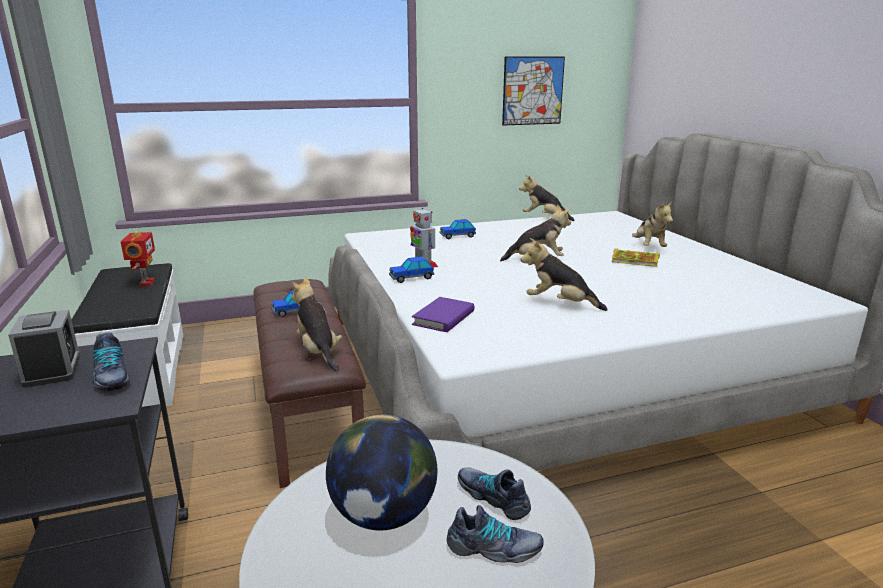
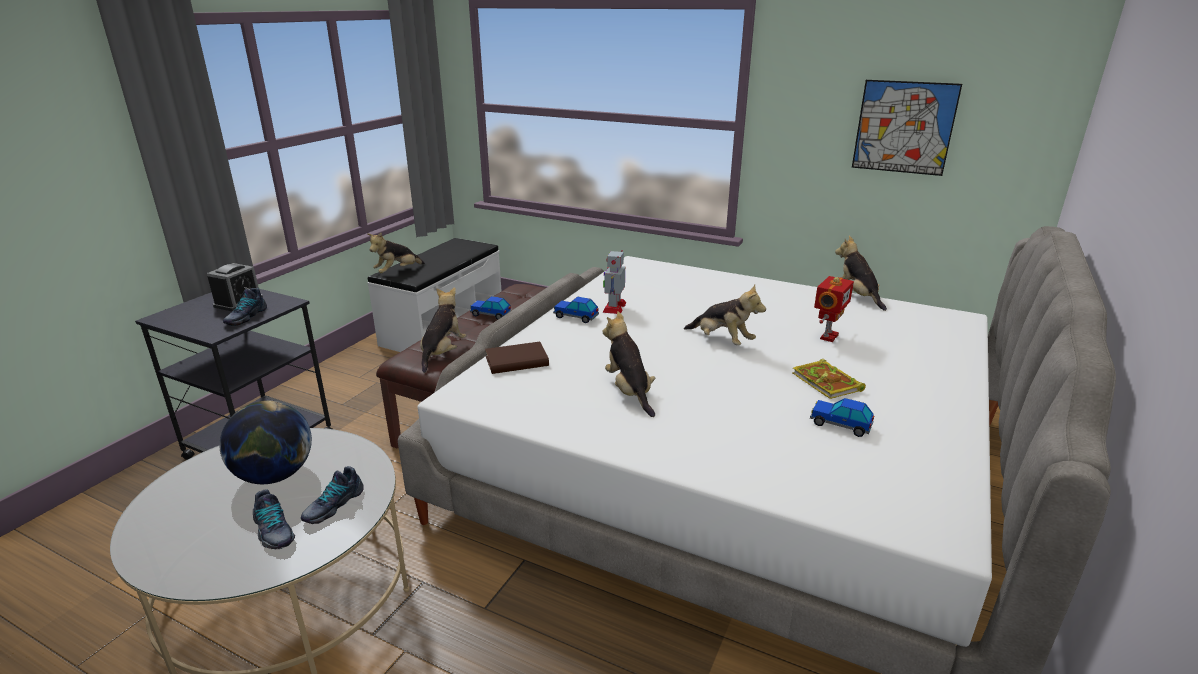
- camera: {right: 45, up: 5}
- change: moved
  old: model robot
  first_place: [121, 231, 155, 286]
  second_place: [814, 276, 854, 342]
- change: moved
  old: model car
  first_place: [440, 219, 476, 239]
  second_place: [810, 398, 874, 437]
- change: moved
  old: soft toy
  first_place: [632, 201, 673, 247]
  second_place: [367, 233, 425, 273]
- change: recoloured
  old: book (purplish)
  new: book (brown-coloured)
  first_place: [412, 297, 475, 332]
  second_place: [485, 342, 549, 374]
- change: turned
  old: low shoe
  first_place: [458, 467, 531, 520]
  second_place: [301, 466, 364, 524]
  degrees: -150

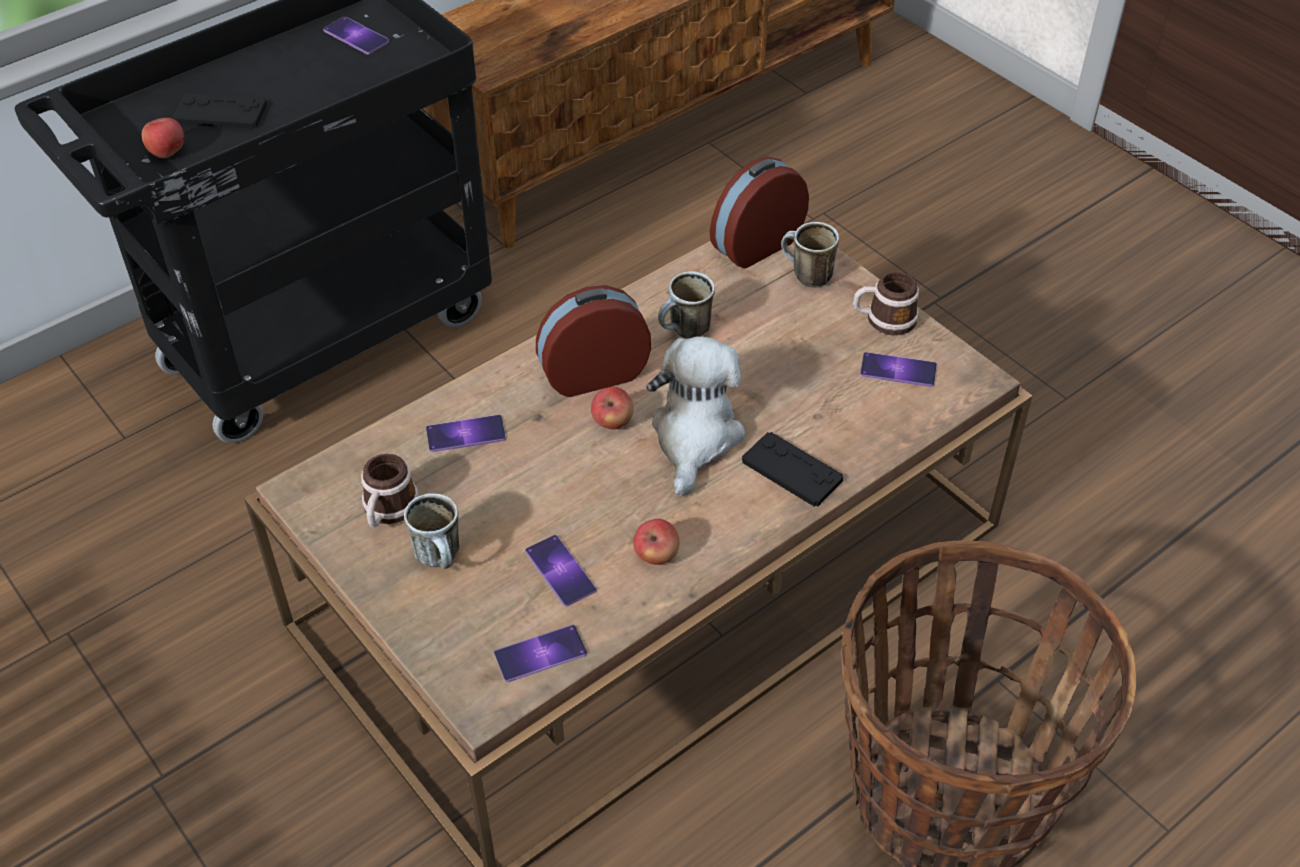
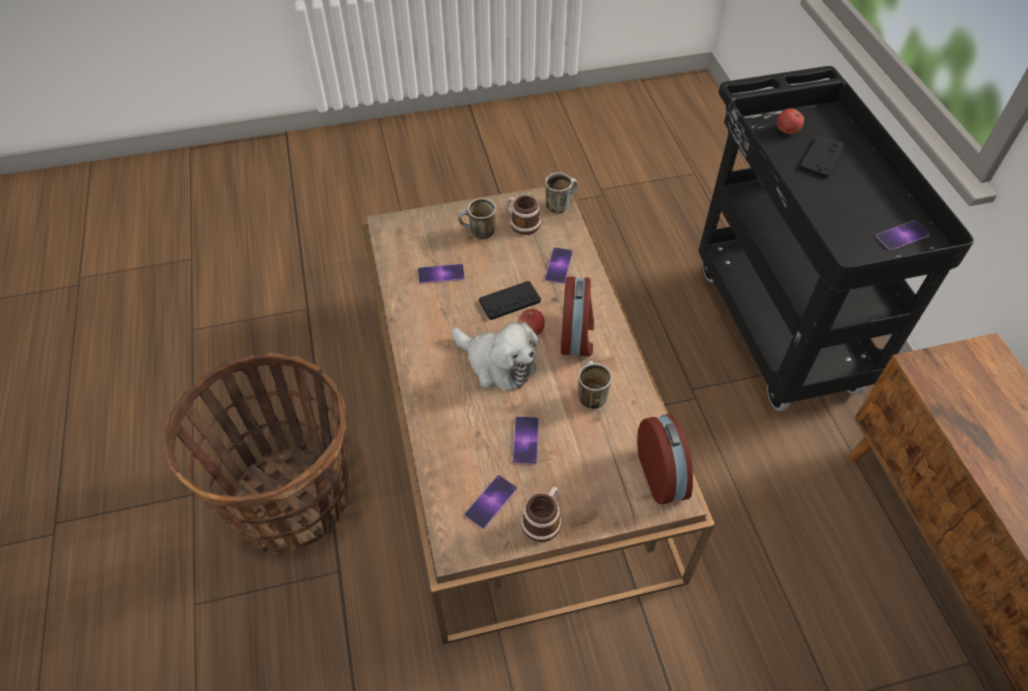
- camera: {right: 115, up: 5}
- change: removed
  old: apple
  first_place: [633, 519, 680, 565]
- change: moved
  old: phone
  first_place: [494, 625, 587, 682]
  second_place: [513, 417, 539, 464]
- change: moved
  old: game controller (blackish)
  first_place: [742, 432, 843, 507]
  second_place: [479, 281, 541, 320]
- change: moved
  old: coffee mug
  first_place: [781, 222, 839, 288]
  second_place: [545, 172, 578, 214]

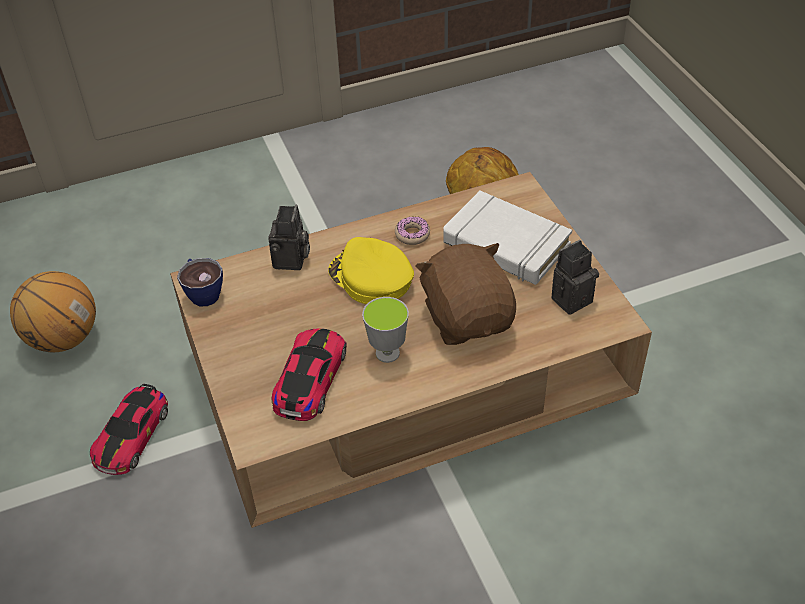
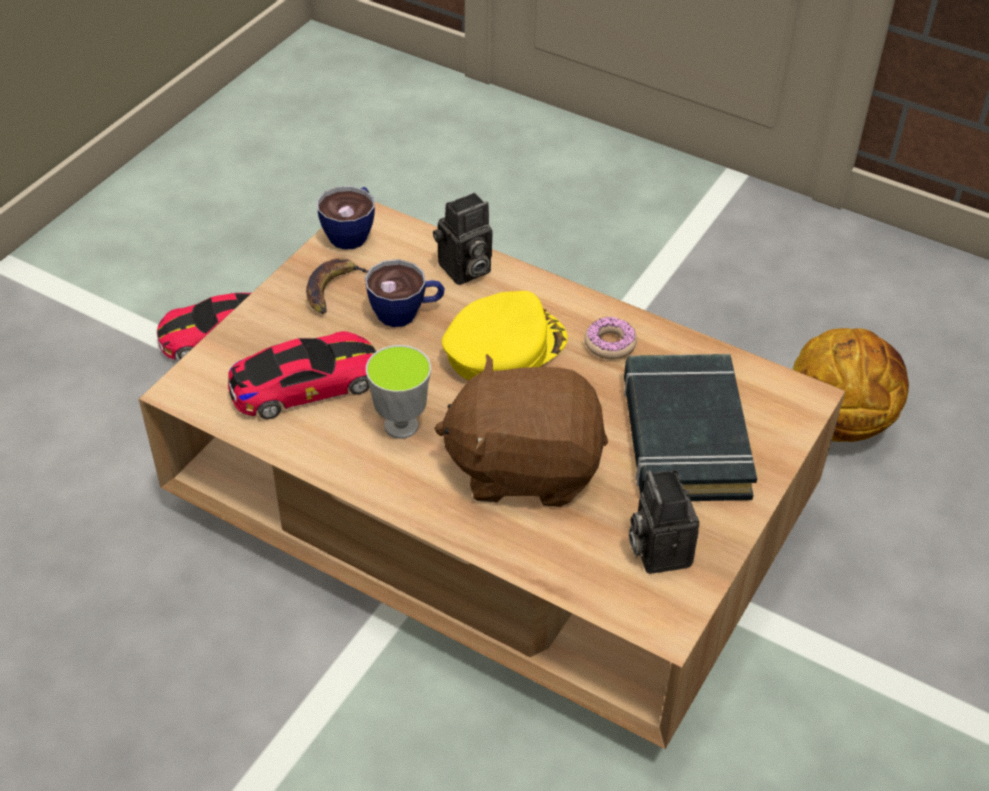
- camera: {right: 50, up: 0}
- change: removed
  old: ball for basketball
  first_place: [10, 271, 96, 352]
- change: added
  new: banana fruit
  second_place: [306, 258, 369, 314]
- change: added
  new: cup
  second_place: [365, 259, 445, 327]
- change: recoloured
  old: book (whitish)
  new: book (blackish)
  first_place: [443, 191, 572, 285]
  second_place: [624, 354, 757, 501]
- change: turned
  old: peaked cap (yellow)
  first_place: [328, 237, 414, 304]
  second_place: [442, 291, 568, 380]
  degrees: 45
- change: turned
  old: soft toy (brown-coloured)
  first_place: [415, 243, 516, 345]
  second_place: [434, 354, 608, 507]
  degrees: -120
- change: turned
  old: photo camera
  first_place: [551, 240, 599, 315]
  second_place: [629, 470, 700, 574]
  degrees: -120

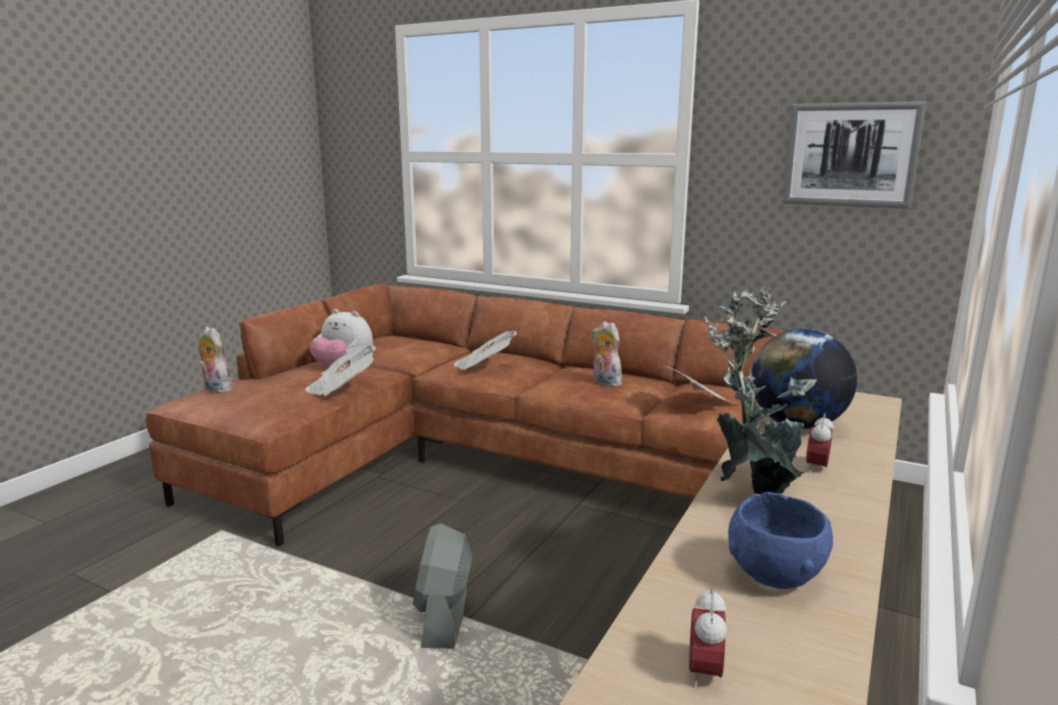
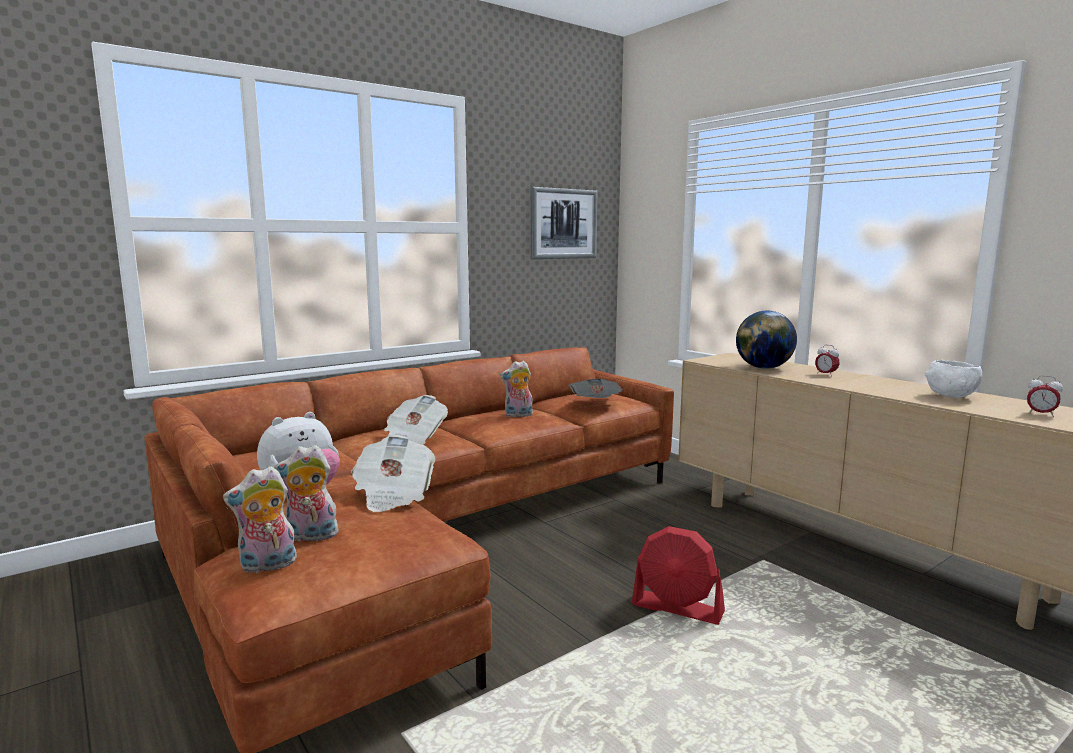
- camera: {right: -65, up: -5}
- change: removed
  old: plant in a pot
  first_place: [703, 286, 817, 494]
- change: added
  new: soft toy
  second_place: [274, 445, 339, 541]
- change: recoloured
  old: fan (gray)
  new: fan (reddish)
  first_place: [413, 523, 473, 649]
  second_place: [632, 526, 725, 625]
- change: recoloured
  old: bowl (blue)
  new: bowl (whitish)
  first_place: [728, 492, 833, 589]
  second_place: [925, 360, 982, 398]

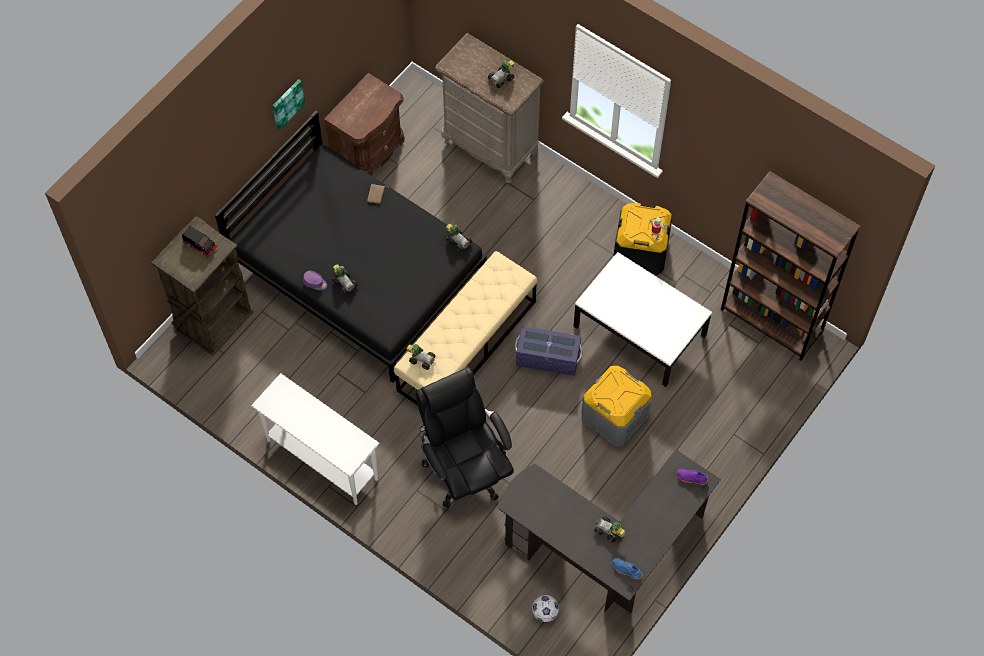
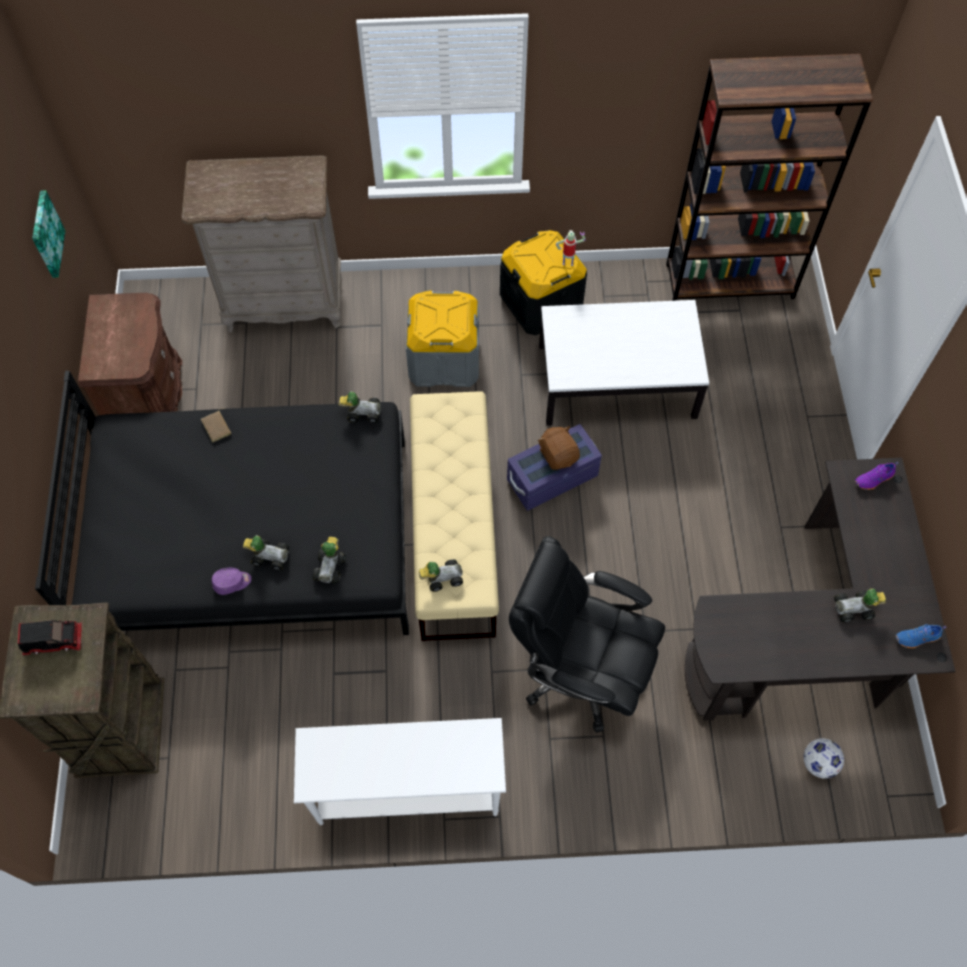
- camera: {right: -40, up: 0}
- change: added
  new: soft toy (brown-coloured)
  second_place: [538, 426, 580, 470]
- change: moved
  old: picture
  first_place: [272, 79, 305, 130]
  second_place: [32, 190, 65, 278]
- change: moved
  old: model car
  first_place: [488, 60, 515, 88]
  second_place: [313, 537, 346, 584]
- change: moved
  old: storage bin (gray)
  first_place: [581, 366, 652, 447]
  second_place: [406, 291, 479, 387]

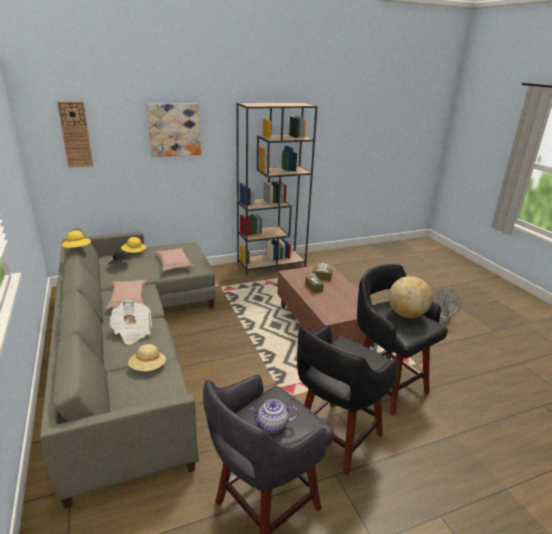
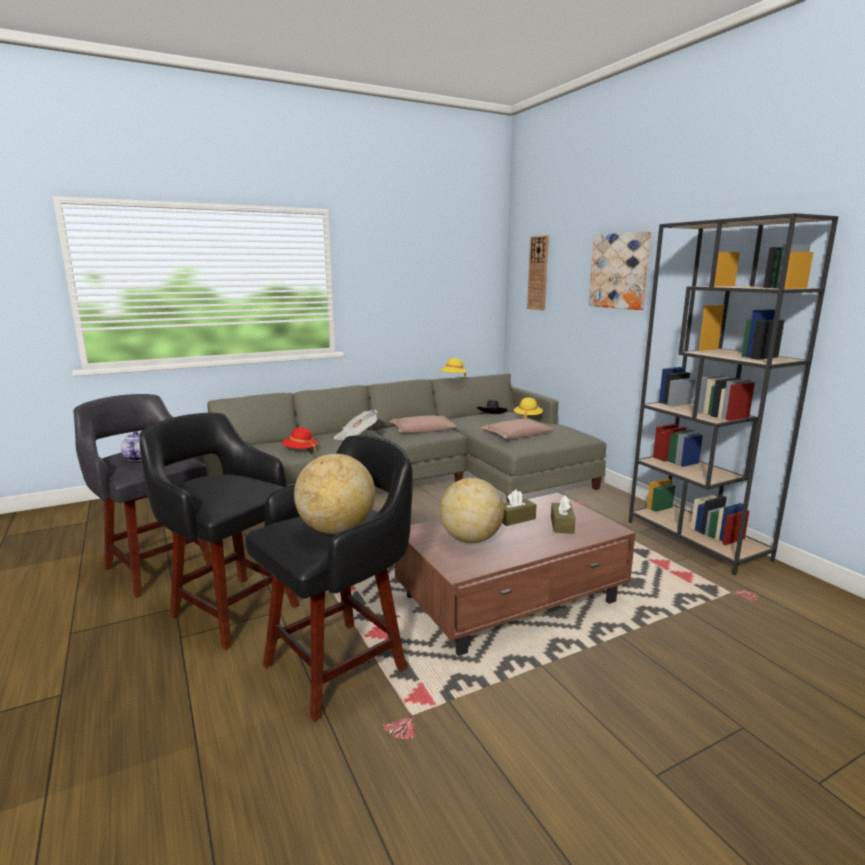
- camera: {right: 85, up: -10}
- change: removed
  old: fan (gray)
  first_place: [433, 289, 462, 323]
- change: added
  new: desk globe
  second_place: [439, 478, 504, 543]
- change: recoloured
  old: hat (beige)
  new: hat (reddish)
  first_place: [128, 344, 166, 371]
  second_place: [282, 427, 318, 453]

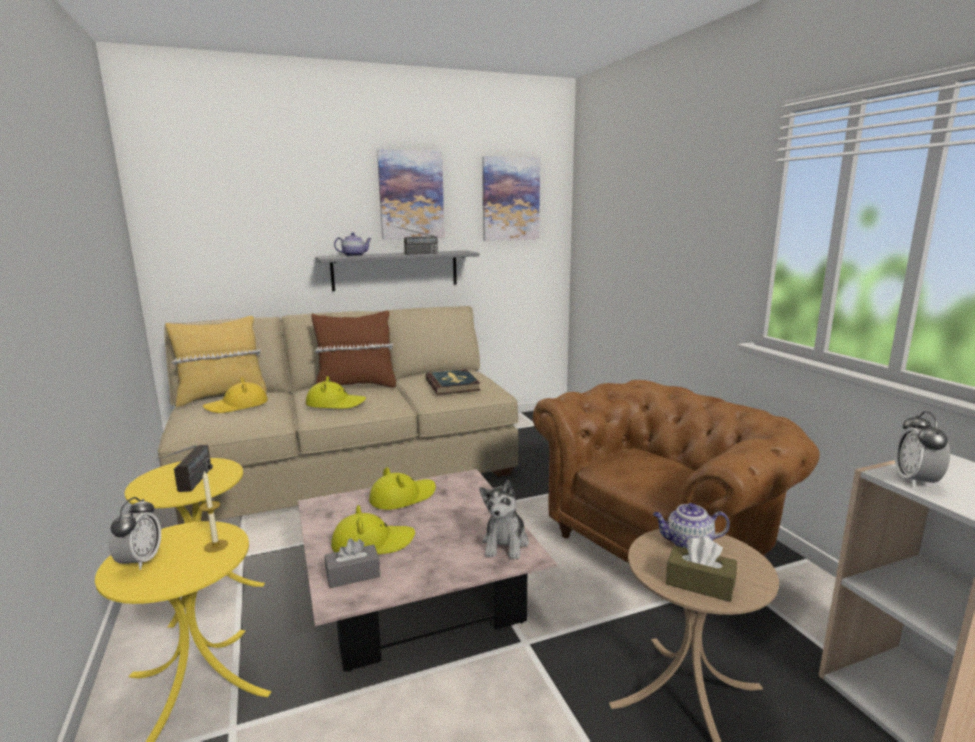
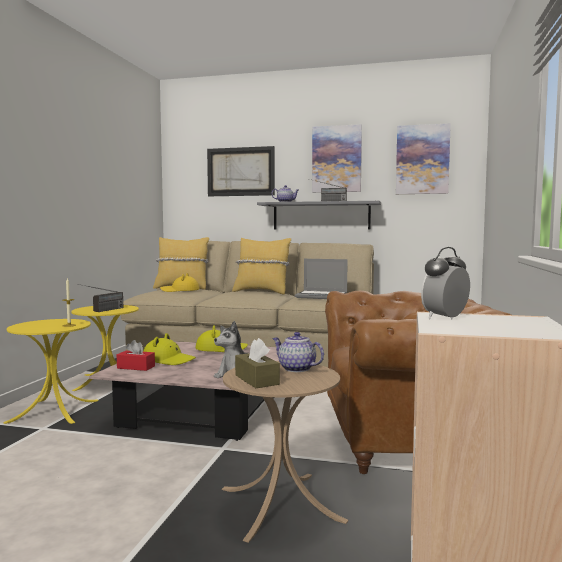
- camera: {right: 35, up: -10}
- change: removed
  old: table clock
  first_place: [109, 497, 161, 570]
- change: removed
  old: hat (yellow)
  first_place: [306, 376, 366, 409]
- change: added
  new: picture
  second_place: [207, 146, 275, 196]
- change: replaced
  old: book
  new: portable computer
  first_place: [425, 369, 480, 395]
  second_place: [295, 259, 348, 299]
- change: recoloured
  old: pillow (brown-coloured)
  new: pillow (yellow)
  first_place: [311, 311, 396, 387]
  second_place: [232, 238, 291, 295]
- change: recoloured
  old: tissue box (gray)
  new: tissue box (reddish)
  first_place: [325, 538, 380, 588]
  second_place: [117, 340, 155, 371]

